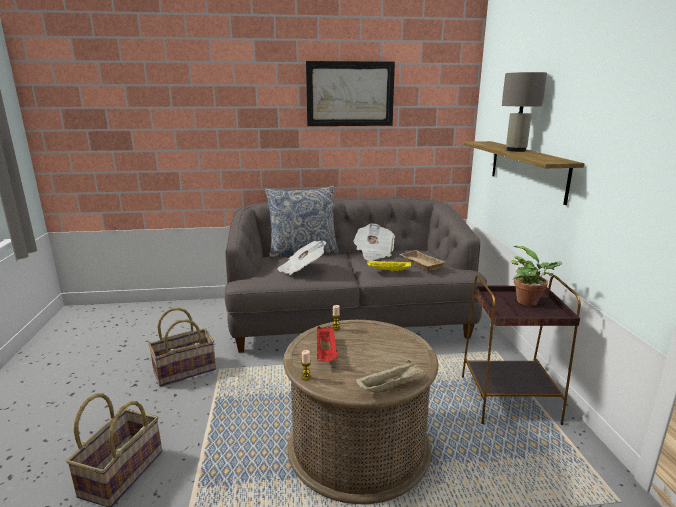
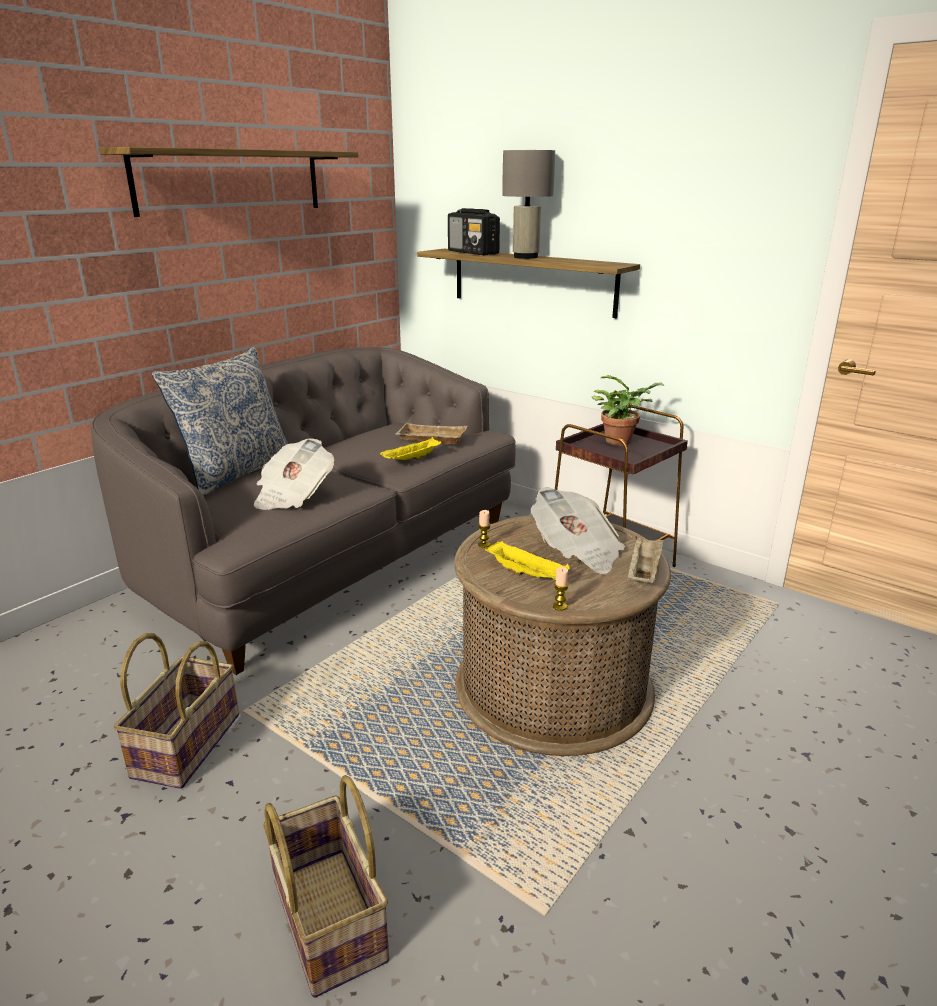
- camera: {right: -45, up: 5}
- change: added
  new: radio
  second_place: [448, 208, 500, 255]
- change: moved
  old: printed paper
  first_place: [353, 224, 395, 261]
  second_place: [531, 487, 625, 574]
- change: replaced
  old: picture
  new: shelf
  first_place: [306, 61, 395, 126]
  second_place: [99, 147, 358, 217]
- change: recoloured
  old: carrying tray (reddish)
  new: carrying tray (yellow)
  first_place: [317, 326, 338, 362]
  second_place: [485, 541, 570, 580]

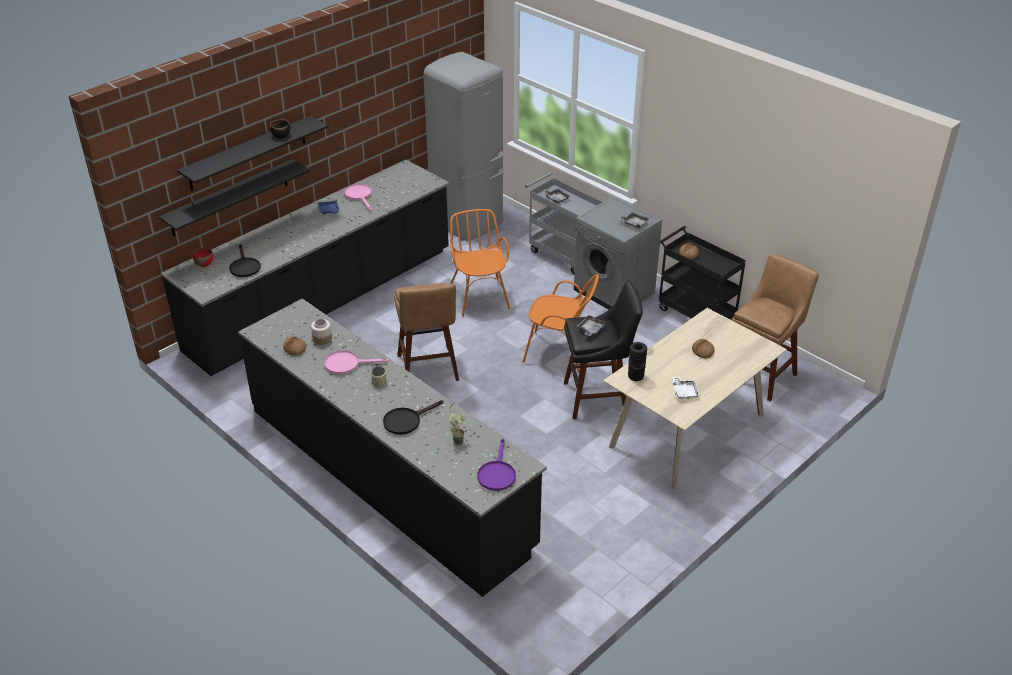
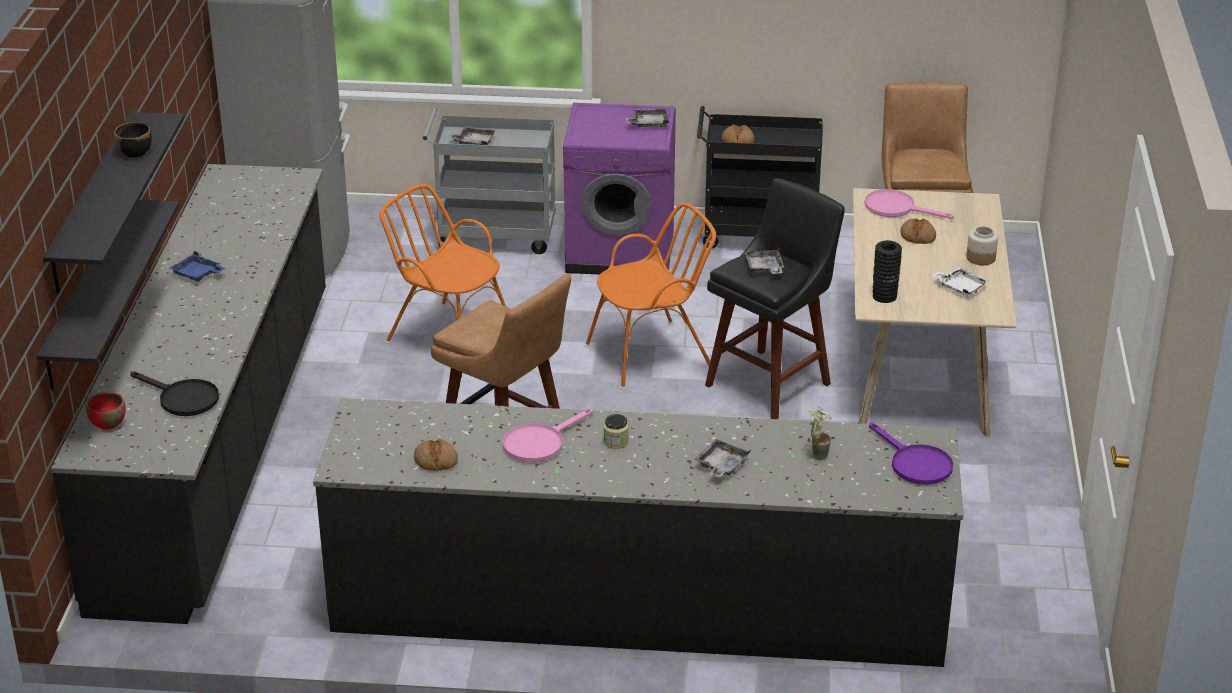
- camera: {right: -40, up: -5}
- change: moved
  old: storage jar
  first_place: [311, 319, 332, 345]
  second_place: [966, 226, 998, 265]
- change: moved
  old: skillet (pink-coloured)
  first_place: [344, 184, 372, 211]
  second_place: [865, 189, 954, 219]
- change: replaced
  old: skillet (blackish)
  new: carrying tray (gray)
  first_place: [383, 400, 444, 435]
  second_place: [695, 439, 750, 478]
- change: recoloured
  old: laundry machine (gray)
  new: laundry machine (purplish)
  first_place: [574, 196, 662, 310]
  second_place: [563, 103, 676, 274]

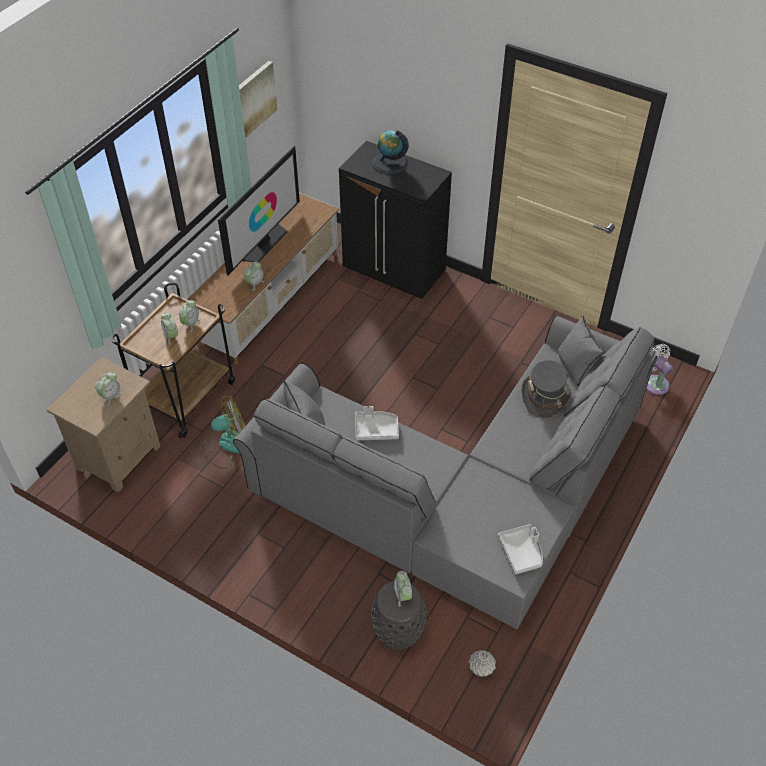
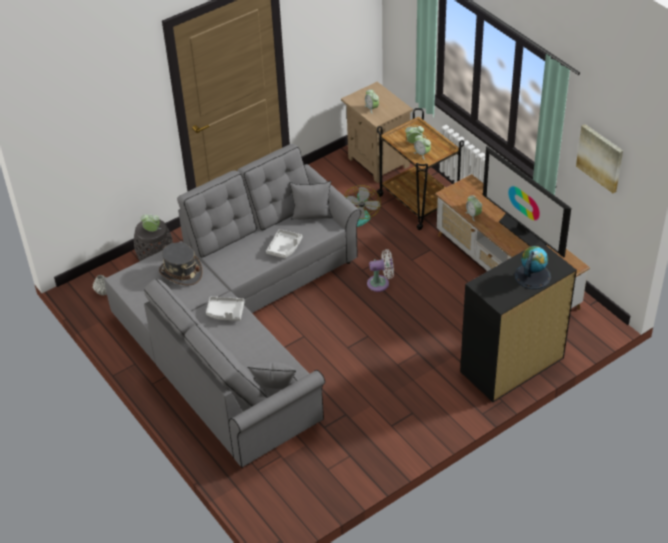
- camera: {right: 115, up: -5}
- change: moved
  old: carrying tray (gray)
  first_place: [498, 524, 543, 574]
  second_place: [206, 297, 245, 321]
- change: moved
  old: hat (gray)
  first_place: [521, 360, 571, 418]
  second_place: [159, 243, 203, 285]
- change: moved
  old: fan (whitish)
  first_place: [646, 344, 673, 395]
  second_place: [367, 249, 394, 292]

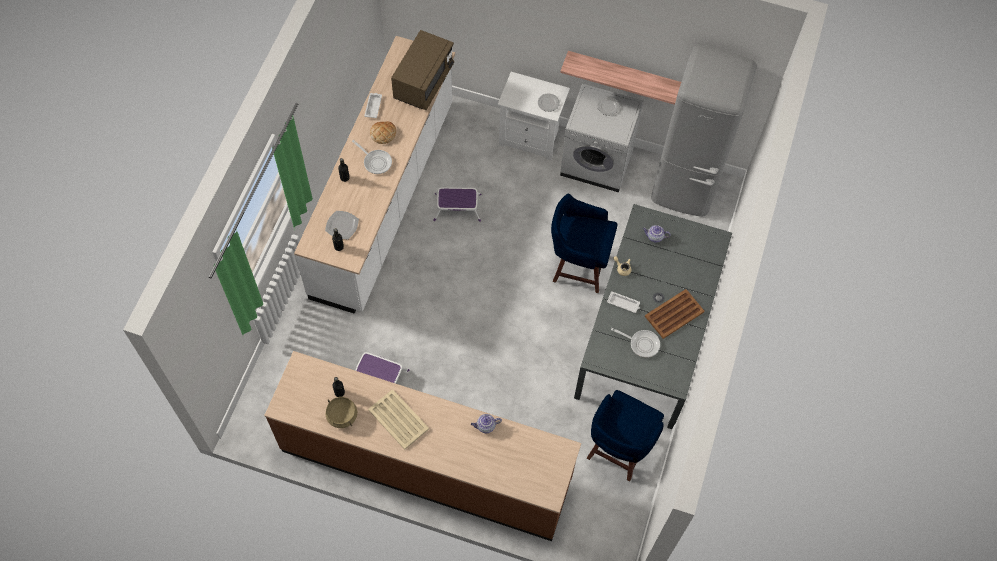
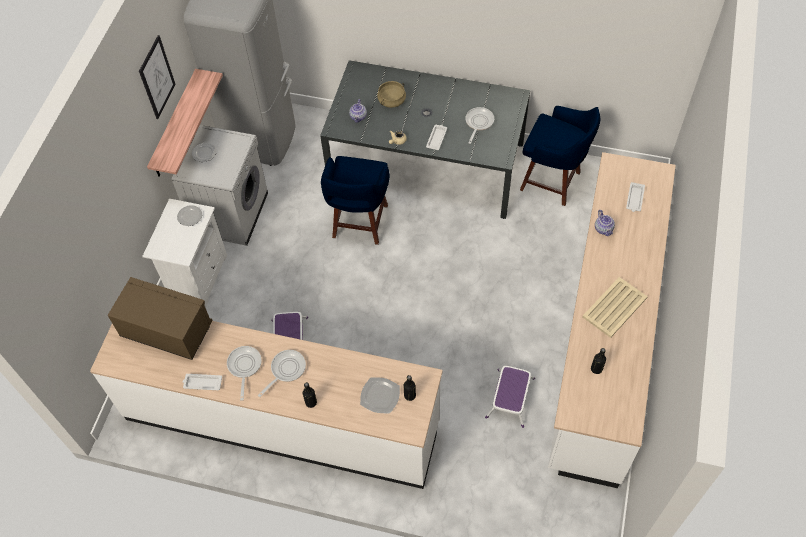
- camera: {right: -90, up: -5}
- change: removed
  old: carrying tray (brown-coloured)
  first_place: [645, 289, 705, 339]
- change: added
  new: picture
  second_place: [139, 35, 176, 119]
- change: added
  new: carrying tray (whitish)
  second_place: [626, 182, 645, 212]
- change: moved
  old: stockpot (beige)
  first_place: [326, 397, 357, 428]
  second_place: [377, 81, 406, 108]
- change: replaced
  old: bakery bread
  new: skillet
  first_place: [370, 121, 396, 144]
  second_place: [227, 346, 262, 401]
- change: recoloured
  old: kitchen base unit (brown-coloured)
  new: kitchen base unit (whitish)
  first_place: [264, 351, 581, 541]
  second_place: [548, 152, 676, 488]

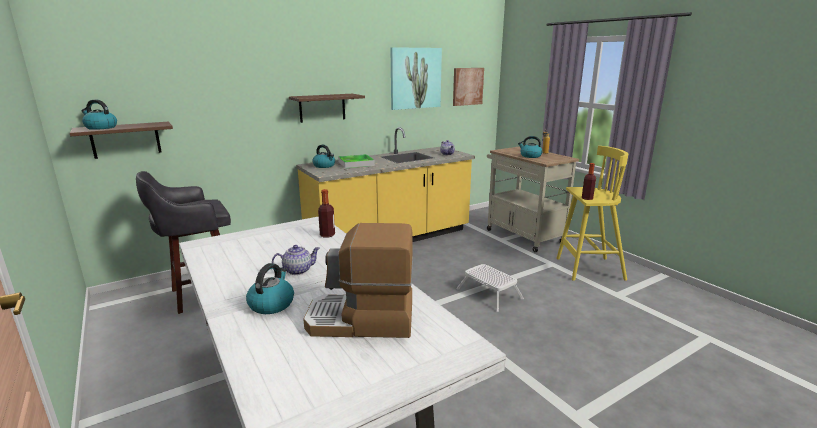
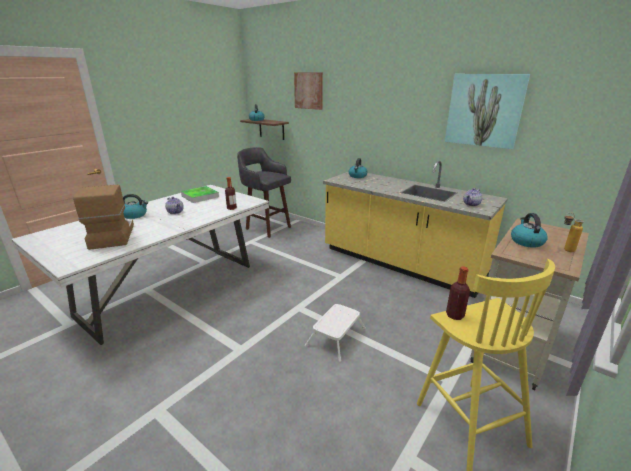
- camera: {right: 70, up: 5}
- change: removed
  old: shelf
  first_place: [289, 94, 365, 123]
- change: moved
  old: carrying tray
  first_place: [338, 154, 375, 168]
  second_place: [181, 186, 219, 203]
- change: moved
  old: picture
  first_place: [453, 68, 484, 106]
  second_place: [294, 72, 323, 110]

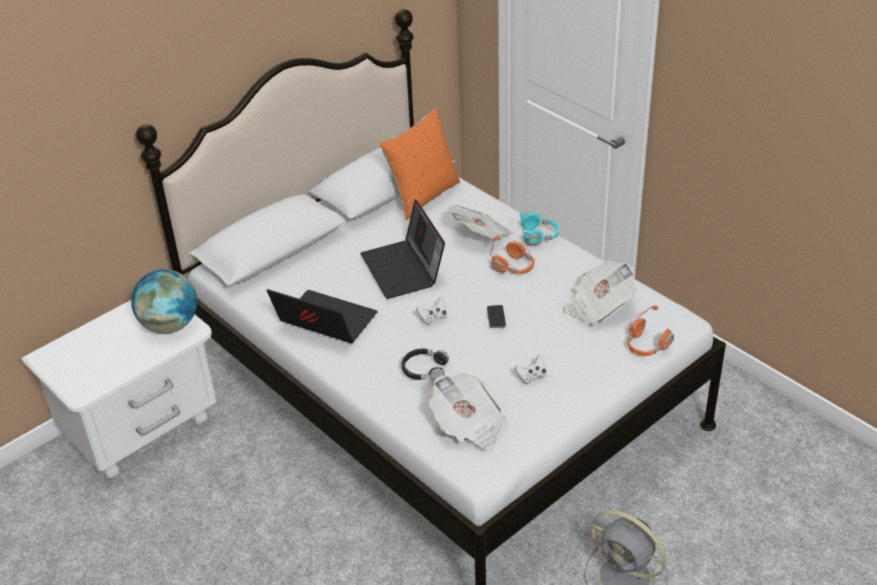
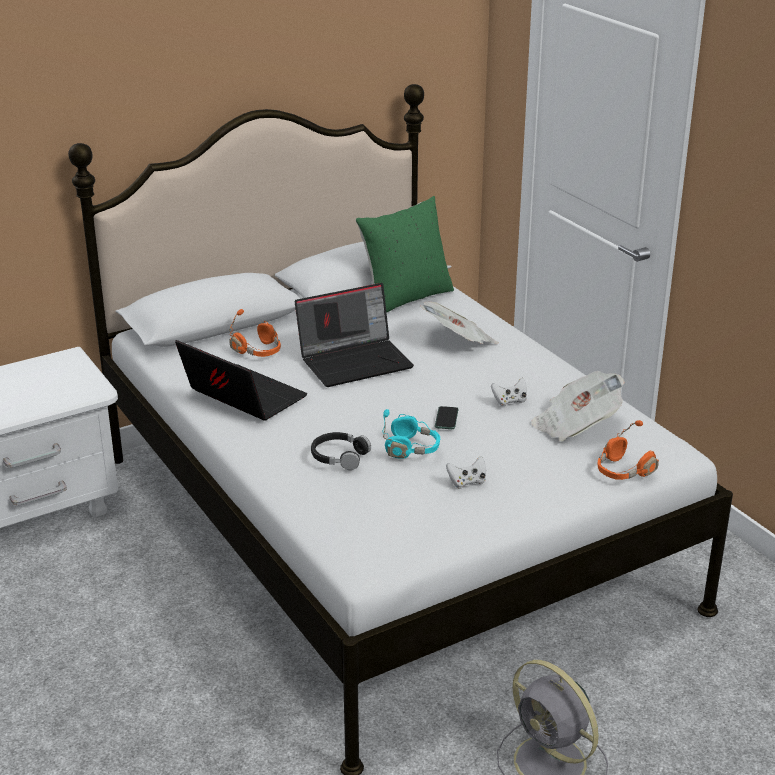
- camera: {right: 10, up: -10}
- change: removed
  old: desk globe
  first_place: [131, 269, 197, 333]
- change: removed
  old: printed paper
  first_place: [429, 373, 506, 451]
- change: moved
  old: game controller (whitish)
  first_place: [416, 297, 447, 325]
  second_place: [491, 378, 527, 406]
- change: moved
  old: headset (orange)
  first_place: [490, 235, 535, 274]
  second_place: [229, 309, 281, 357]
- change: moved
  old: headset (turquoise)
  first_place: [520, 212, 560, 245]
  second_place: [383, 409, 440, 459]
- change: recoloured
  old: pillow (orange)
  new: pillow (green)
  first_place: [379, 108, 460, 220]
  second_place: [356, 196, 454, 313]
- change: turned
  old: portable computer
  first_place: [360, 199, 445, 299]
  second_place: [295, 283, 414, 387]
  degrees: -105

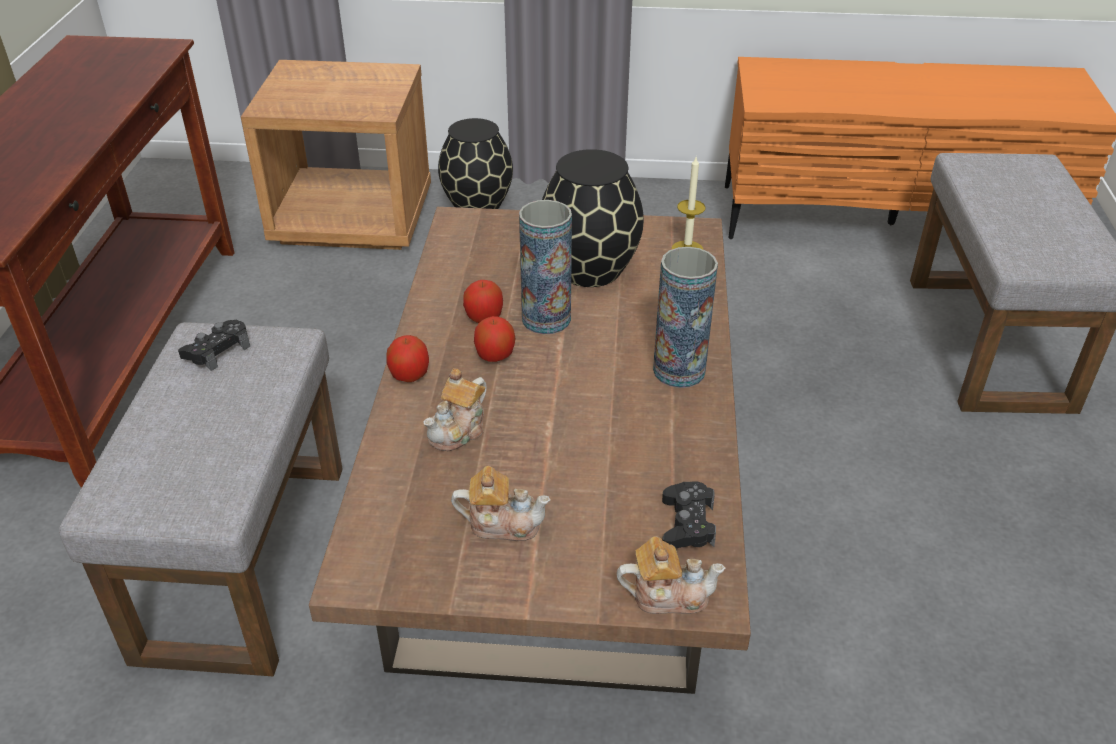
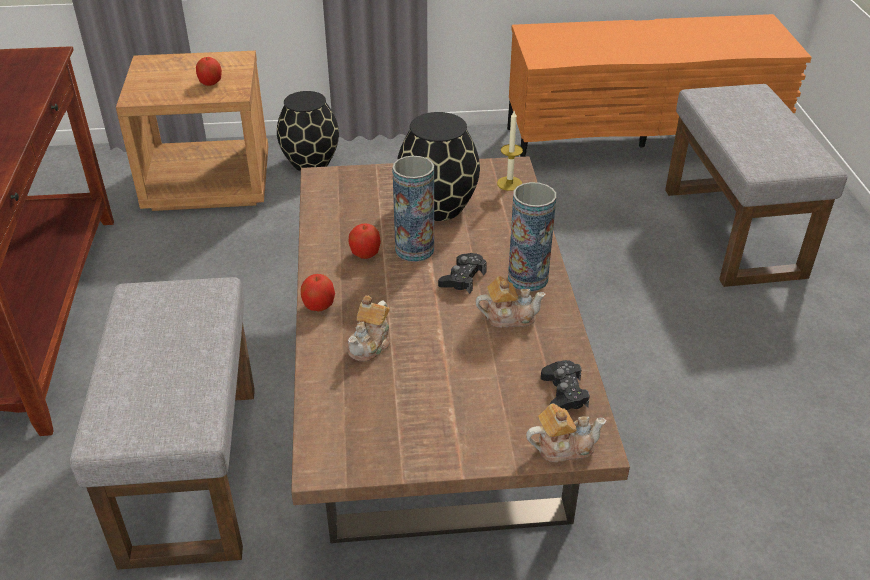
- camera: {right: -10, up: 0}
- change: moved
  old: game controller (blackish)
  first_place: [178, 319, 250, 371]
  second_place: [438, 253, 487, 294]
- change: moved
  old: teapot
  first_place: [451, 466, 551, 541]
  second_place: [476, 276, 546, 328]
- change: moved
  old: apple
  first_place: [474, 316, 515, 362]
  second_place: [196, 57, 222, 86]

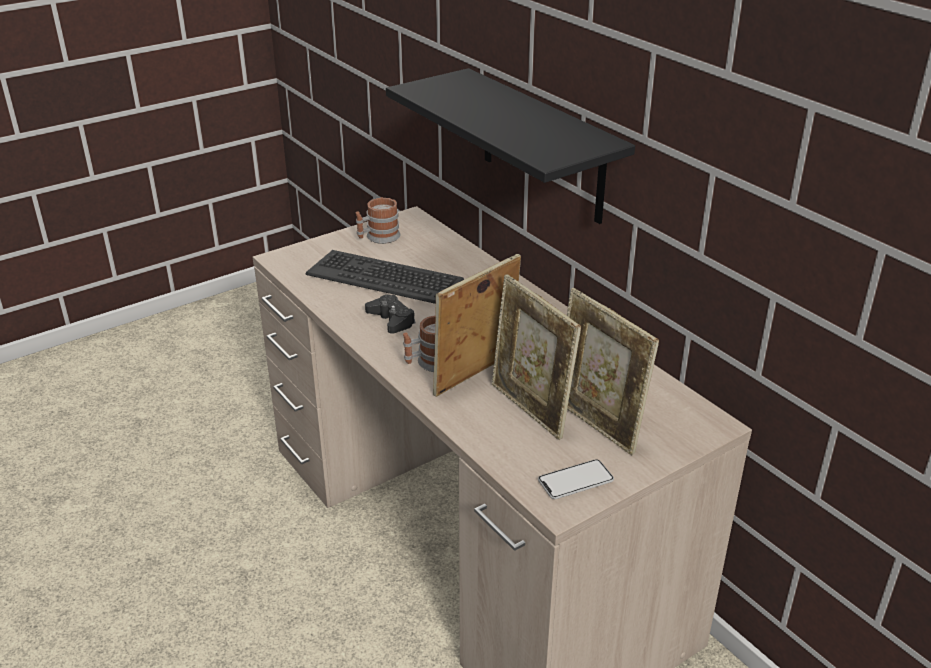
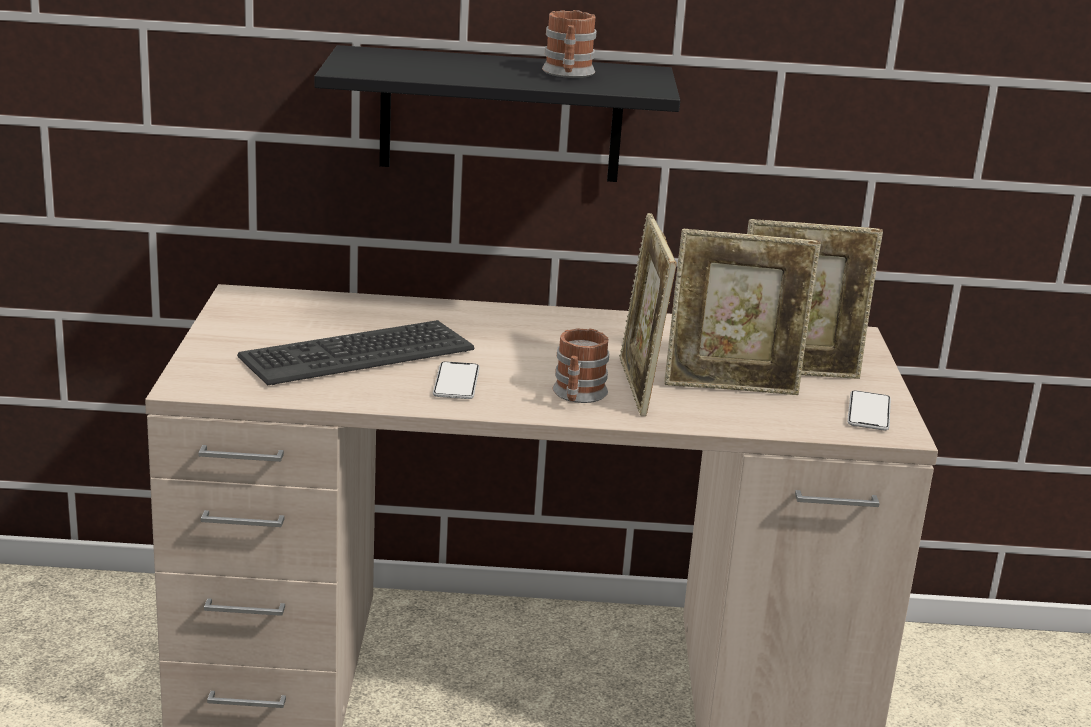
- camera: {right: -55, up: -10}
- change: moved
  old: coffee mug
  first_place: [356, 197, 401, 244]
  second_place: [542, 10, 597, 78]
- change: replaced
  old: game controller (blackish)
  new: phone
  first_place: [365, 295, 415, 334]
  second_place: [433, 361, 480, 399]

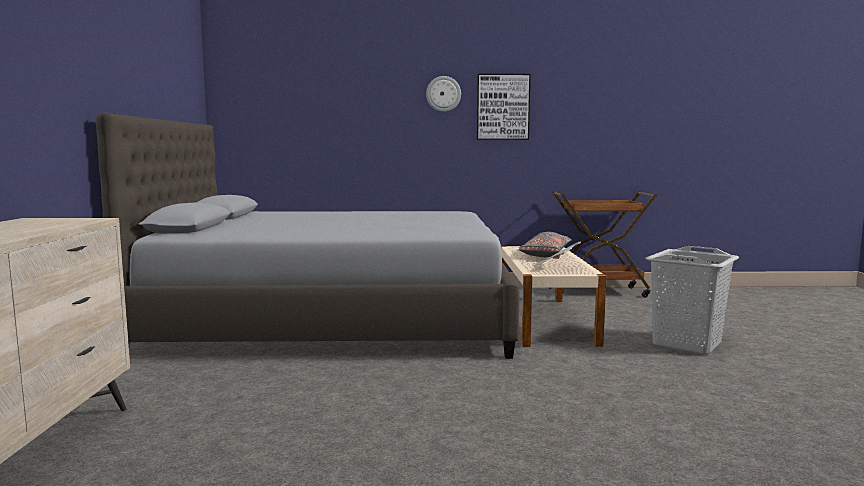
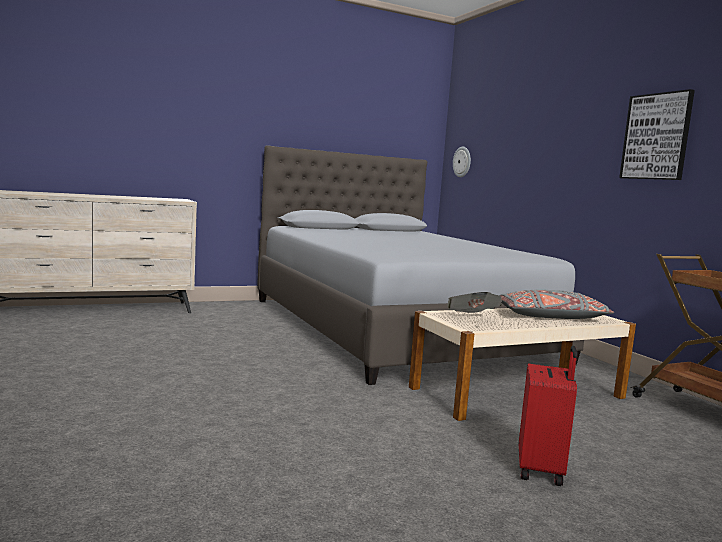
- camera: {right: 65, up: 0}
- change: moved
  old: hanging clock
  first_place: [426, 76, 461, 112]
  second_place: [453, 146, 471, 177]
- change: replaced
  old: hamper (gray)
  new: travel case (reddish)
  first_place: [645, 246, 739, 355]
  second_place: [519, 346, 577, 486]

